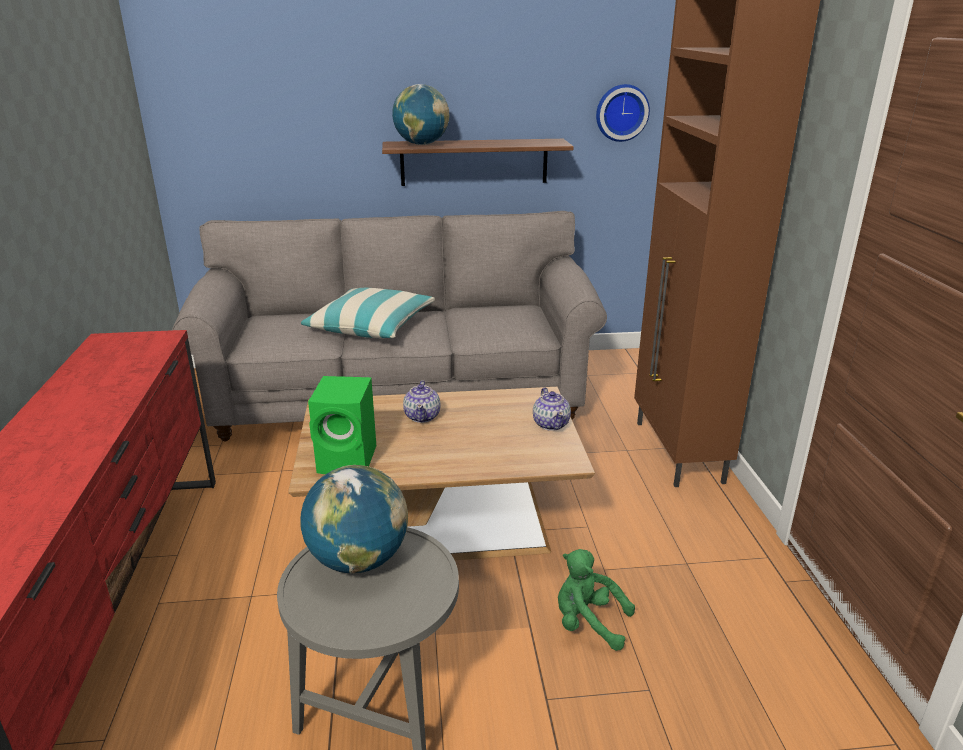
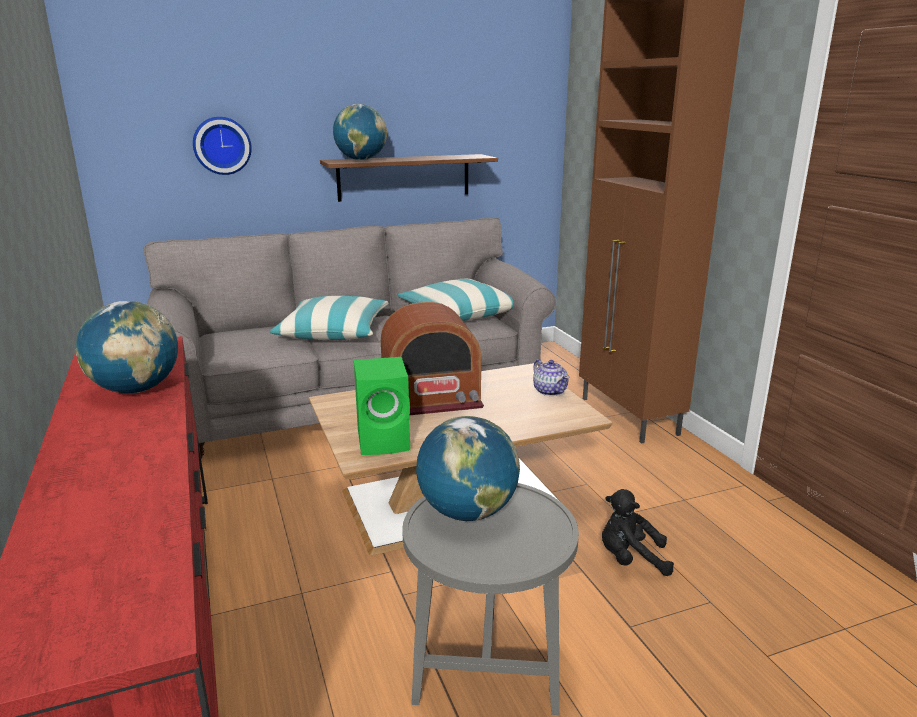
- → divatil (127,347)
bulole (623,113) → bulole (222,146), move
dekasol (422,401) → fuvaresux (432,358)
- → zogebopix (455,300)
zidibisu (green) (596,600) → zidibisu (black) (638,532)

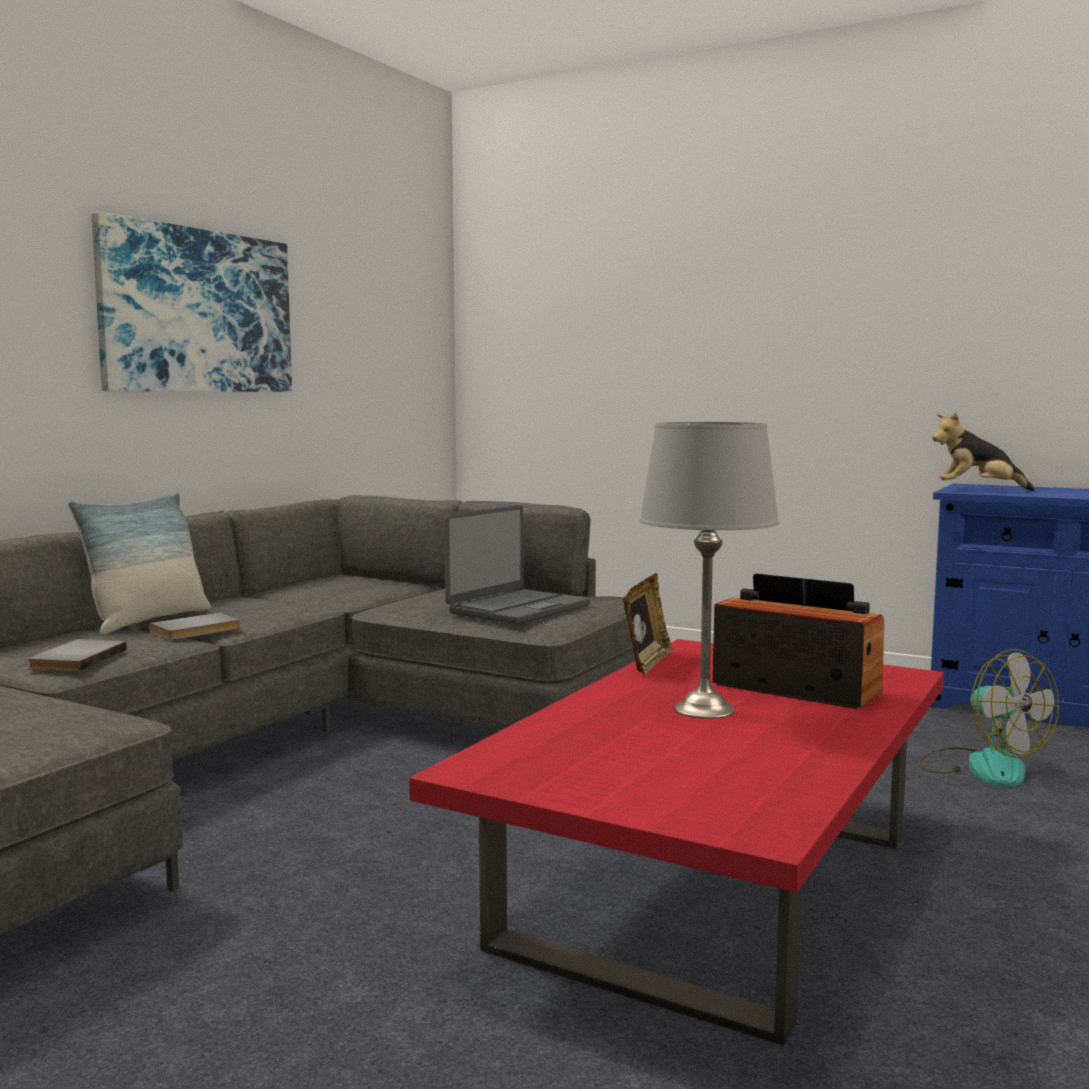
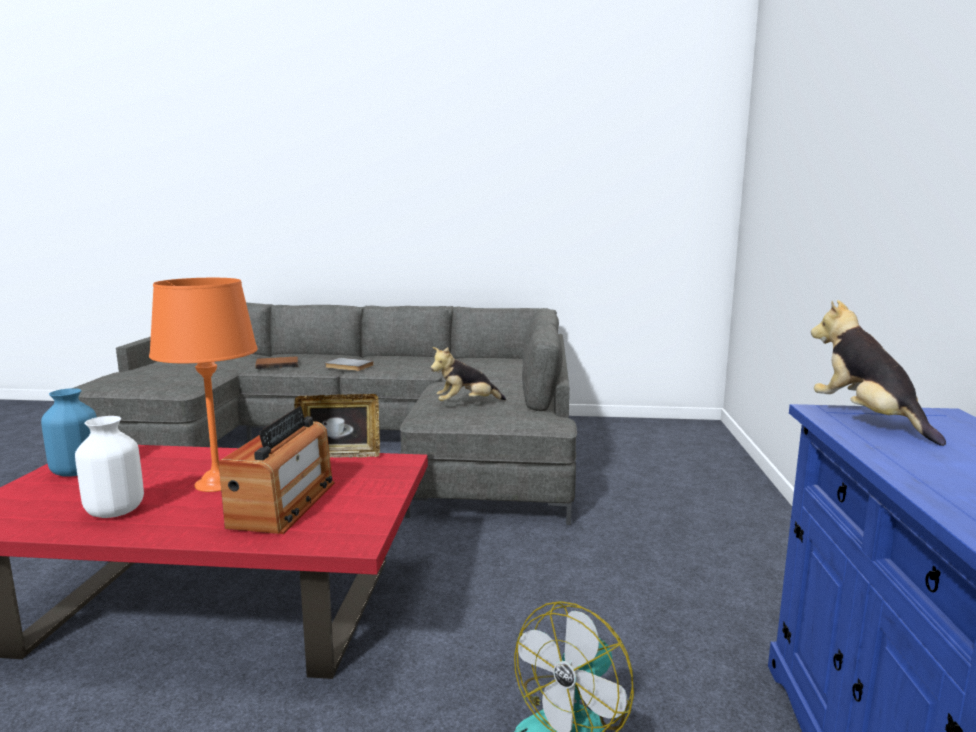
- → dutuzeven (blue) (69,432)
- → dutuzeven (white) (109,467)
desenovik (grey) (709,570) → desenovik (orange) (203,385)
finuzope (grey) (77,655) → finuzope (brown) (276,363)
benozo (517,564) → zidibisu (468,374)
zogebopix (139,564) → -
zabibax (191,302) → -

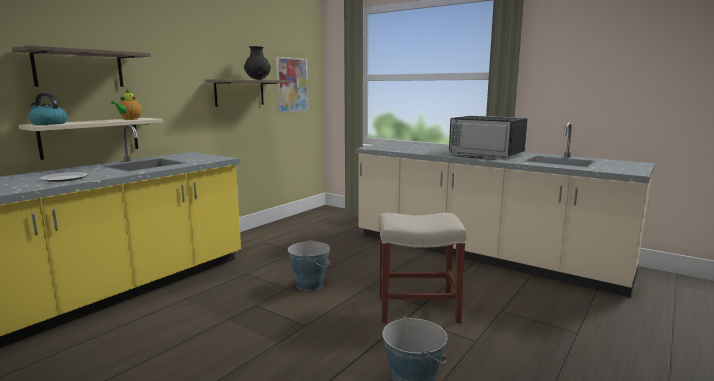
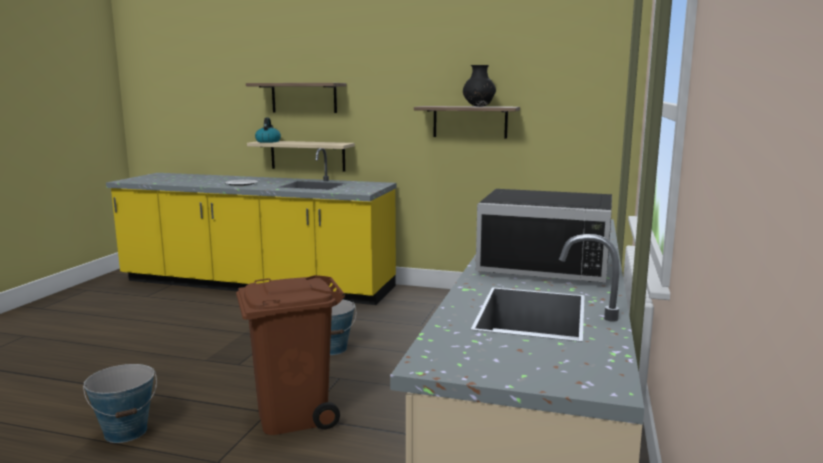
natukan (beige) (422,268) → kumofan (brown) (290,355)
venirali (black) (489,138) → venirali (black) (544,236), 90 degrees clockwise
dekasol (126,104) → -
zabibax (292,85) → -

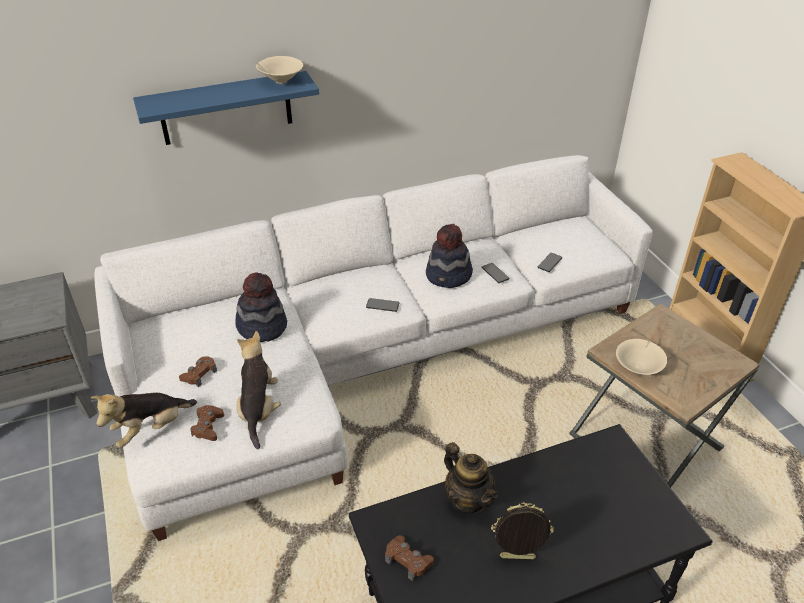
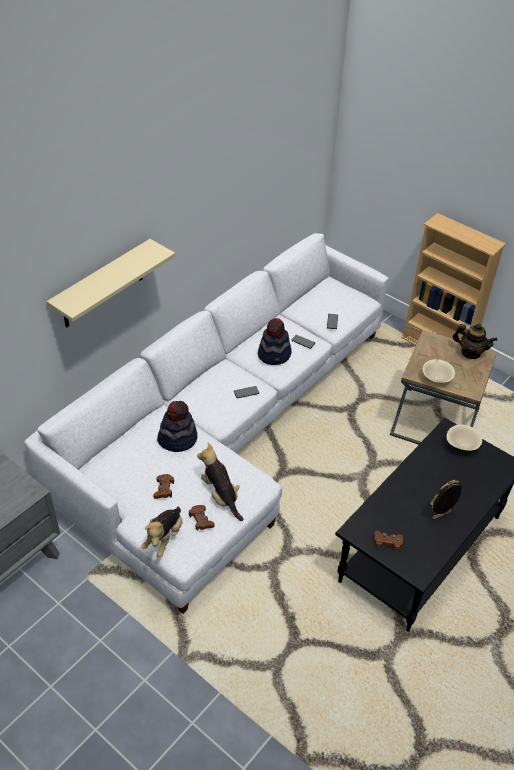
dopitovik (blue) (226,108) → dopitovik (beige) (111,283)
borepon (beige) (279,70) → borepon (beige) (464,438), move
dekasol (471,478) → dekasol (474,341), move

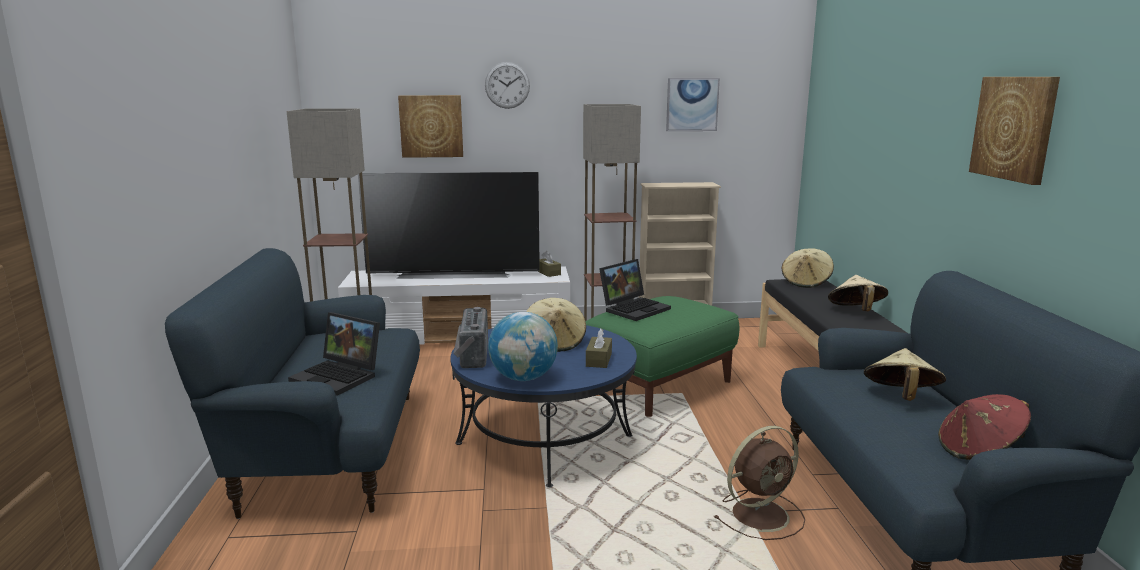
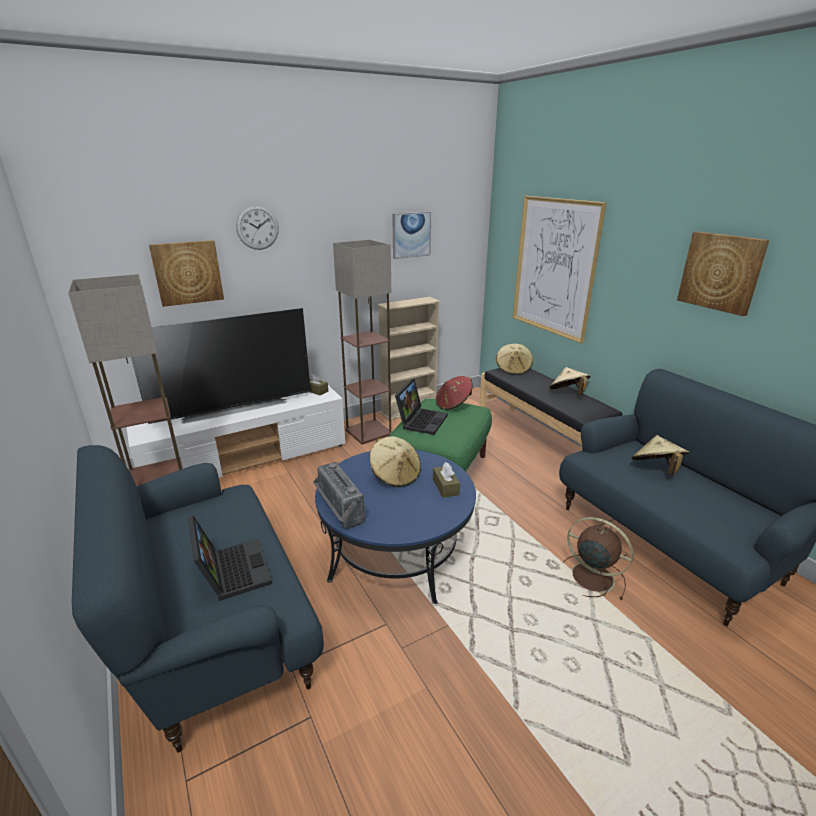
benozo (334,354) → benozo (230,558), 120 degrees counterclockwise
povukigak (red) (984,427) → povukigak (red) (454,393), move
- → zabibax (560,269)
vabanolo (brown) (759,483) → vabanolo (brown) (598,558), 90 degrees counterclockwise
divatil (523,346) → -

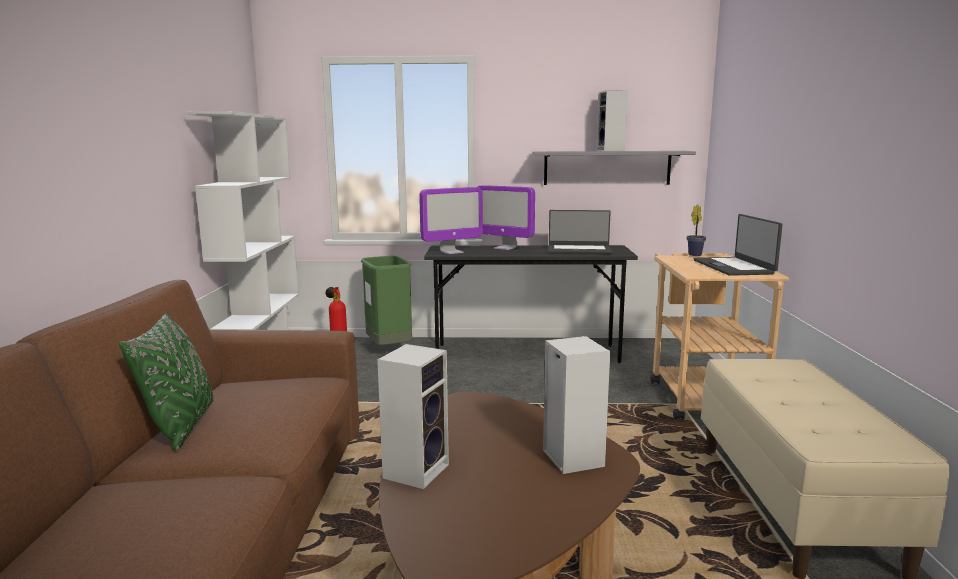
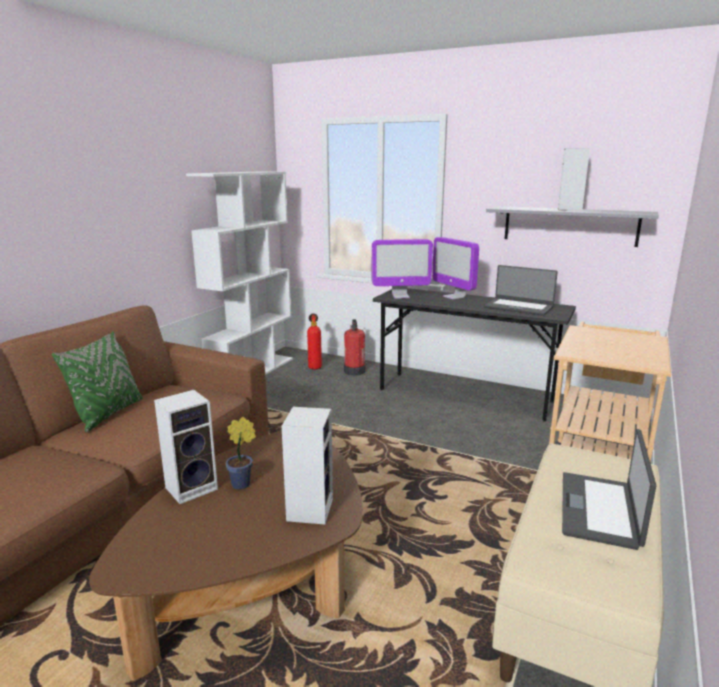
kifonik (696,230) → kifonik (241,453), move
kumofan (green) (386,300) → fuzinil (354,347)
benozo (738,245) → benozo (609,489), move

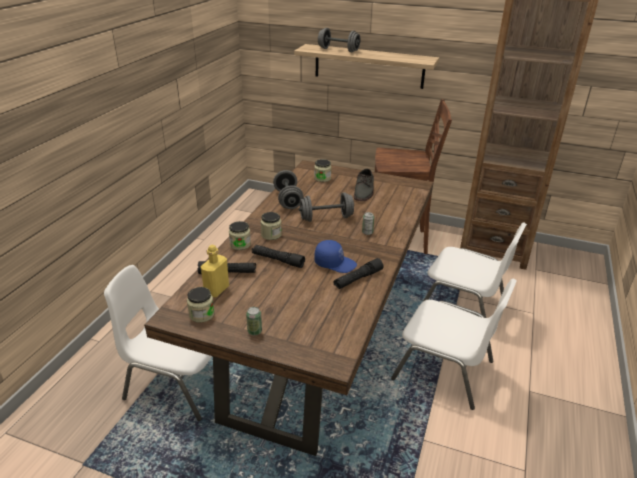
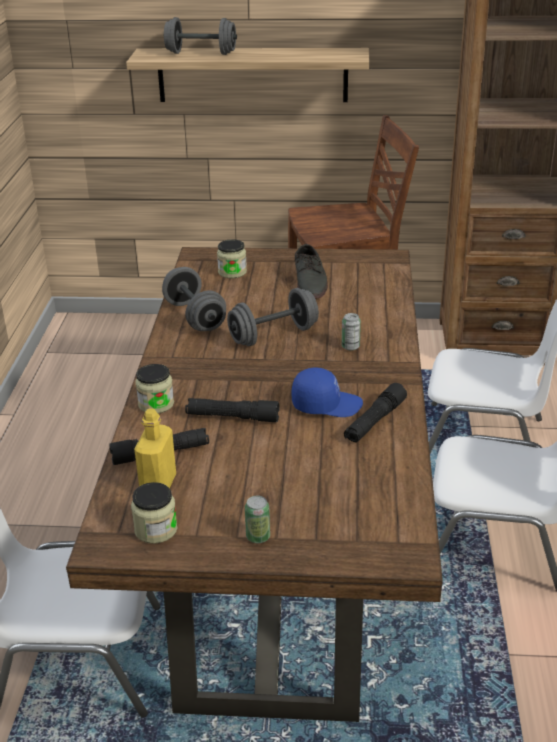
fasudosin (271,226) → -

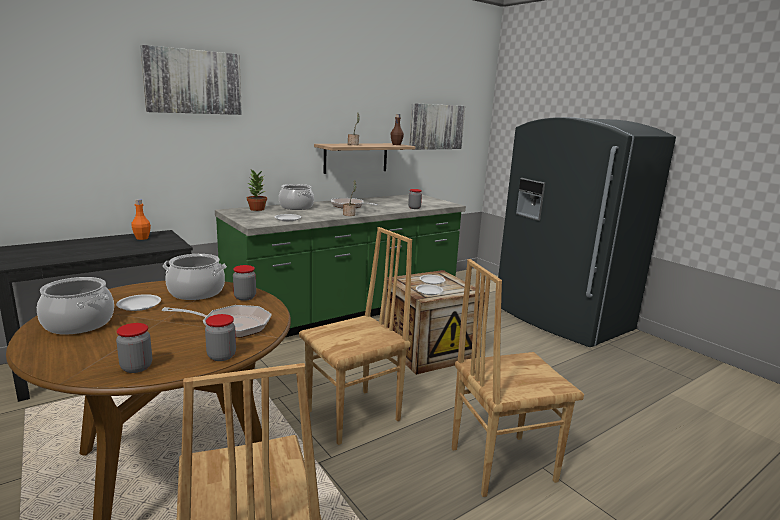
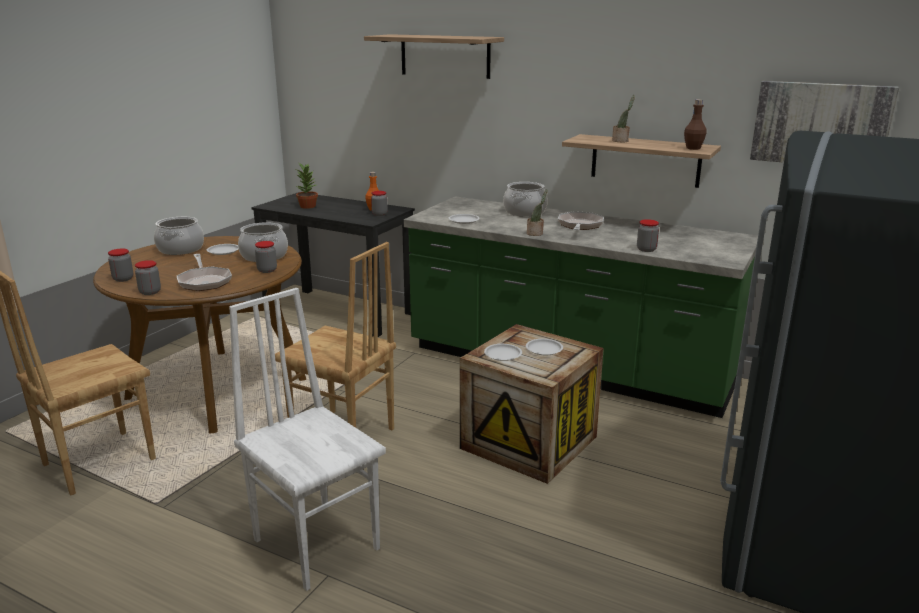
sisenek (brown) (518,378) → sisenek (white) (307,439)
kifonik (257,190) → kifonik (307,186), move
zabibax (191,80) → dopitovik (434,56)
- → fasudosin (379,203)

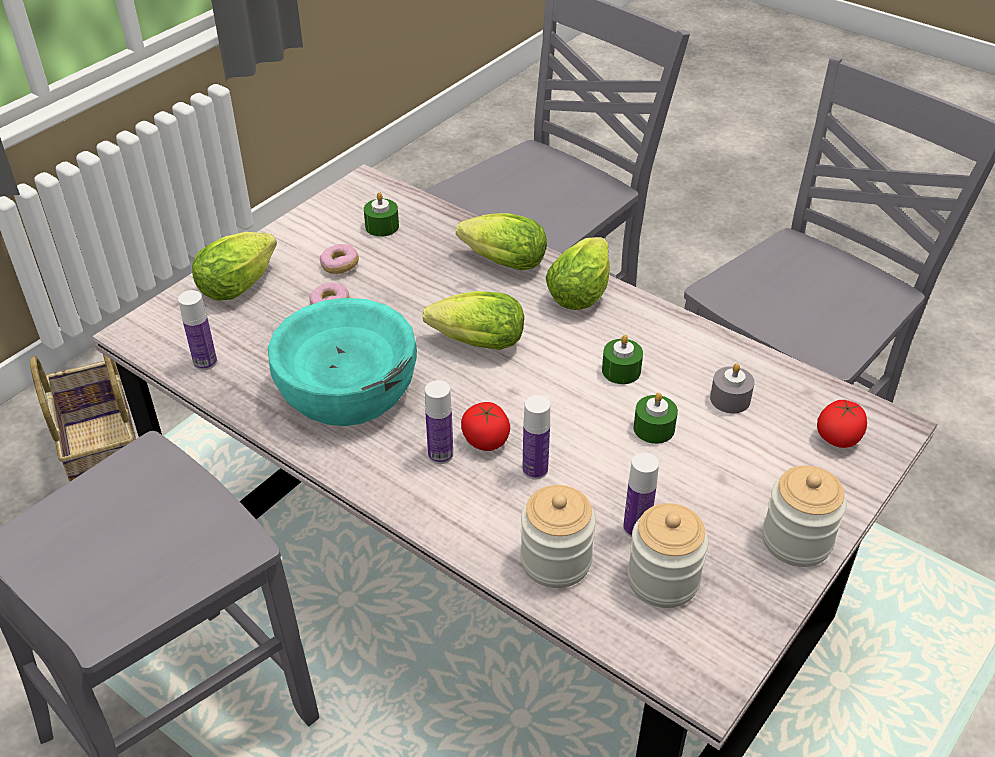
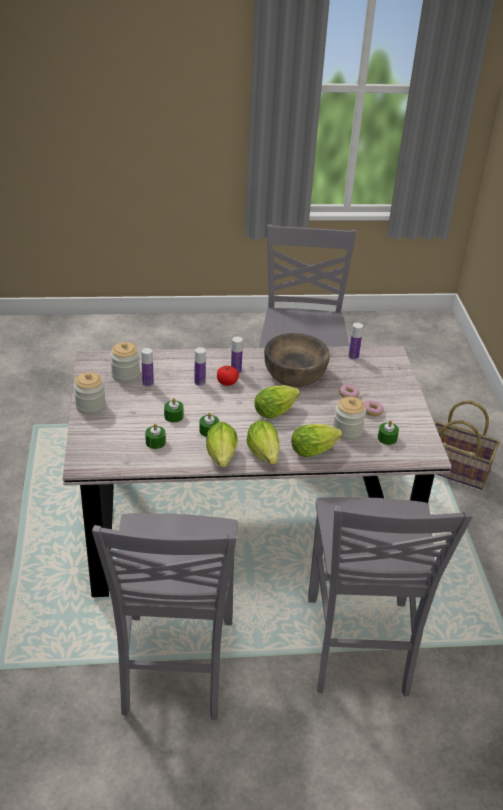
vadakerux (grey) (732,388) → vadakerux (green) (155,436)
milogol (234,266) → milogol (222,444), move
borepon (turquoise) (342,362) → borepon (brown) (297,360)
fasudosin (558,536) → fasudosin (349,418), move
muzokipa (842,424) → -

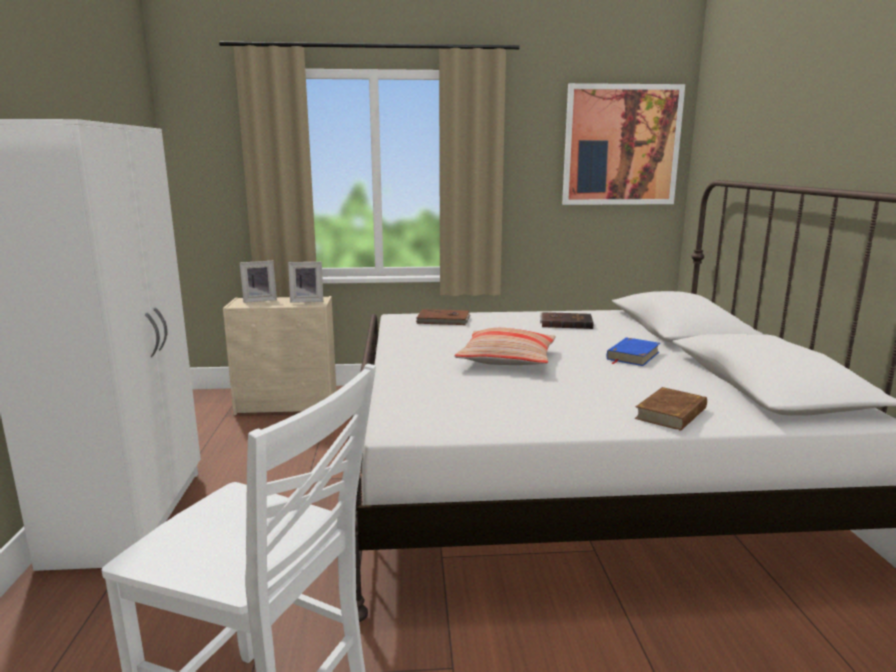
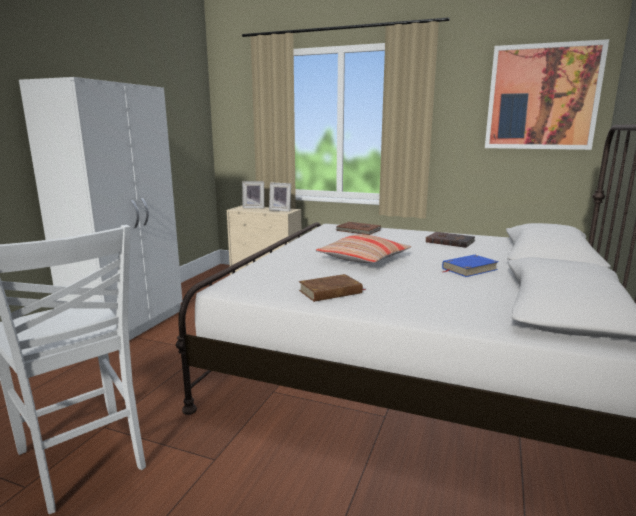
finuzope (brown) (671,409) → finuzope (brown) (332,288), move

